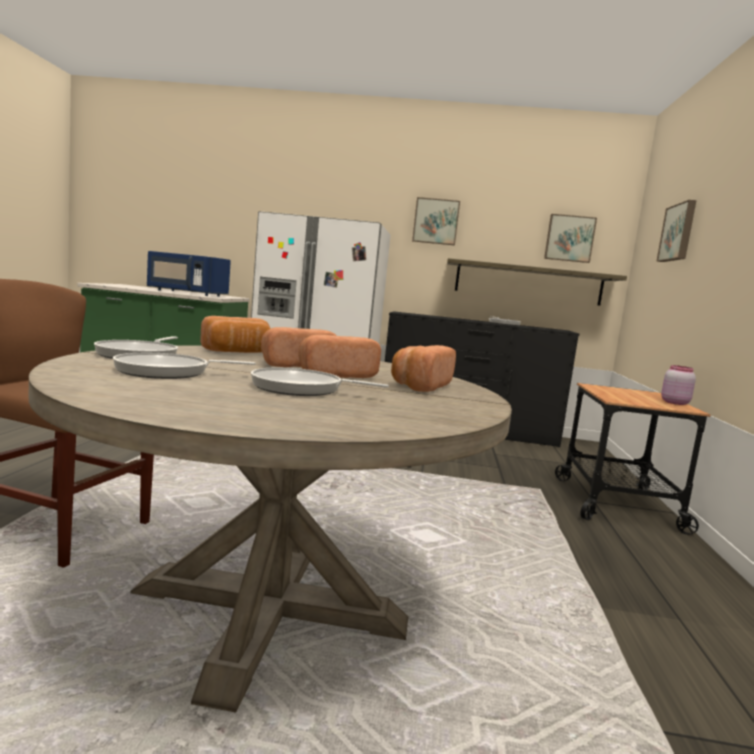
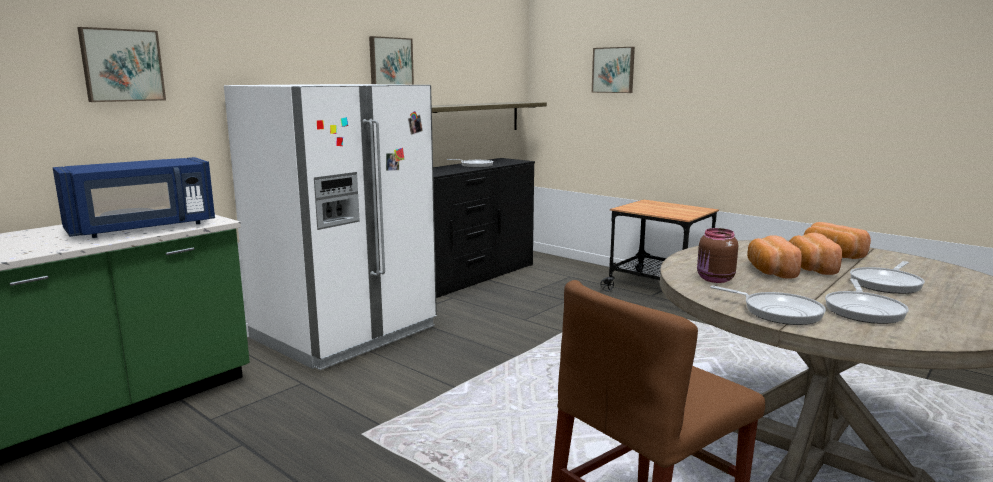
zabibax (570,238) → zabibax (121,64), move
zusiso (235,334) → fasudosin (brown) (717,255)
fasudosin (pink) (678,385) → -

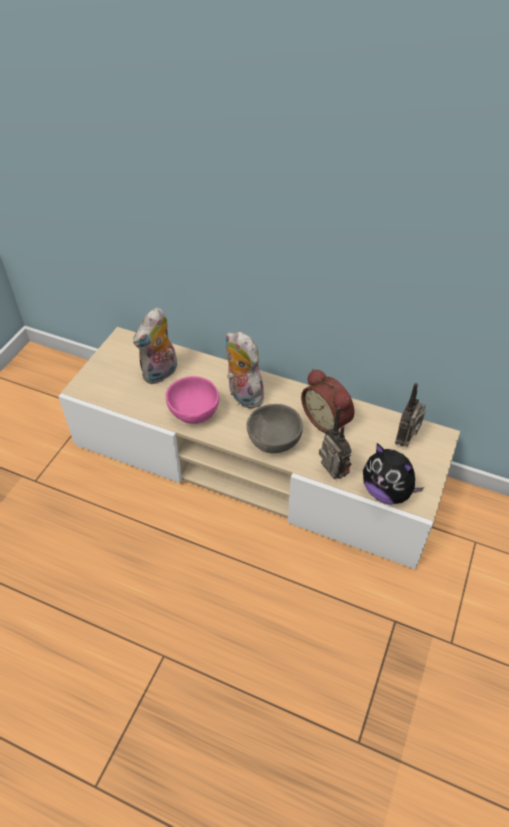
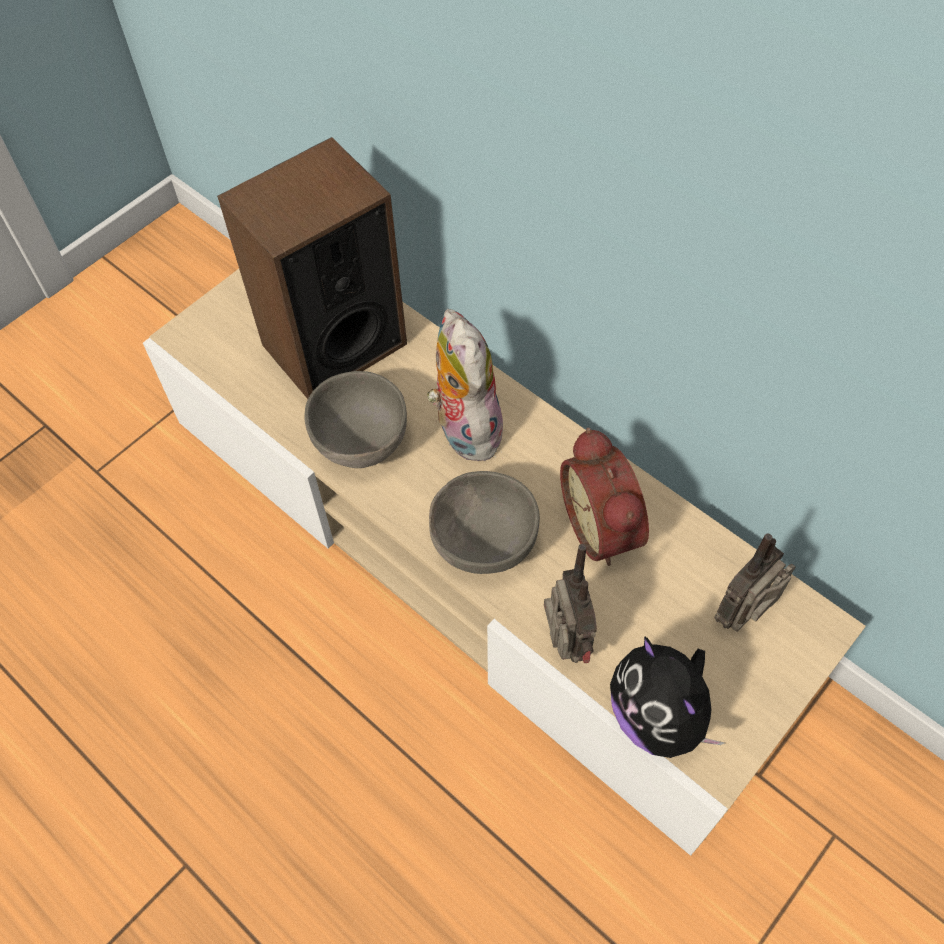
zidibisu (155,345) → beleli (312,268)
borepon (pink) (192,400) → borepon (grey) (356,419)

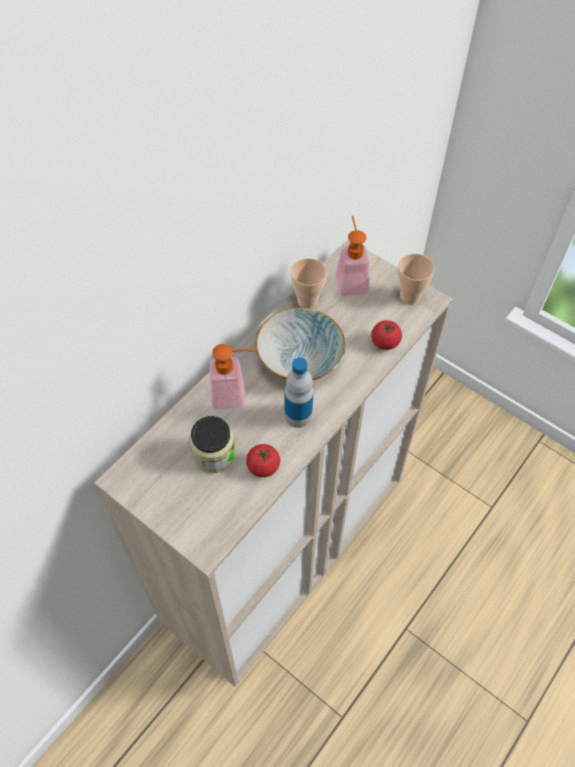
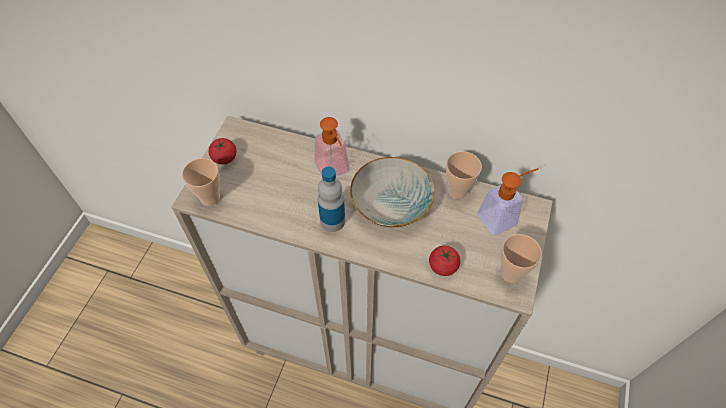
- → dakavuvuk (201,182)
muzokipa (263,460) → muzokipa (223,151), move
fasudosin (212,444) → -

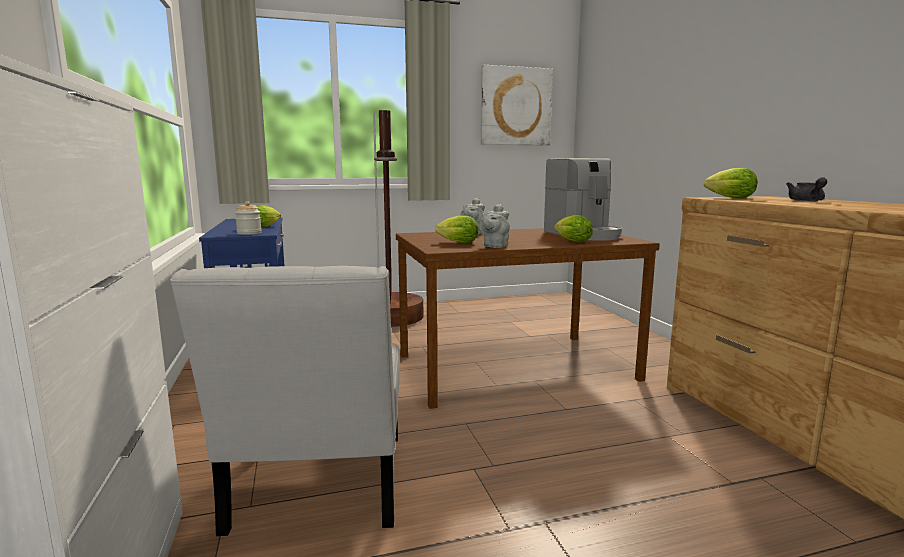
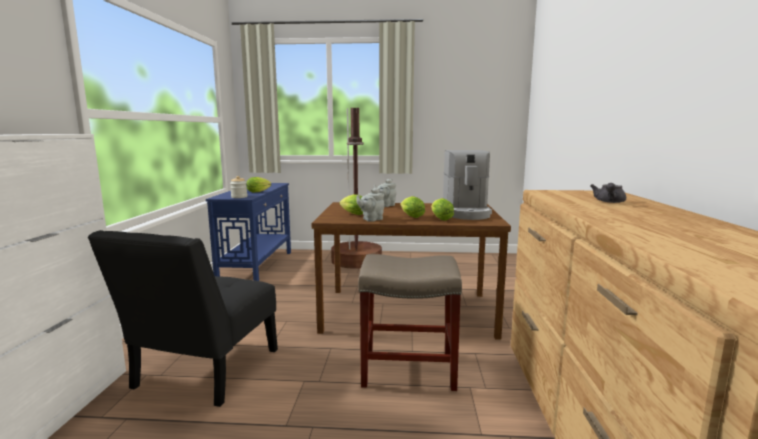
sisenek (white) (285,401) → sisenek (black) (183,318)
- → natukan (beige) (410,322)
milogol (731,183) → milogol (412,207), move
zabibax (516,105) → -

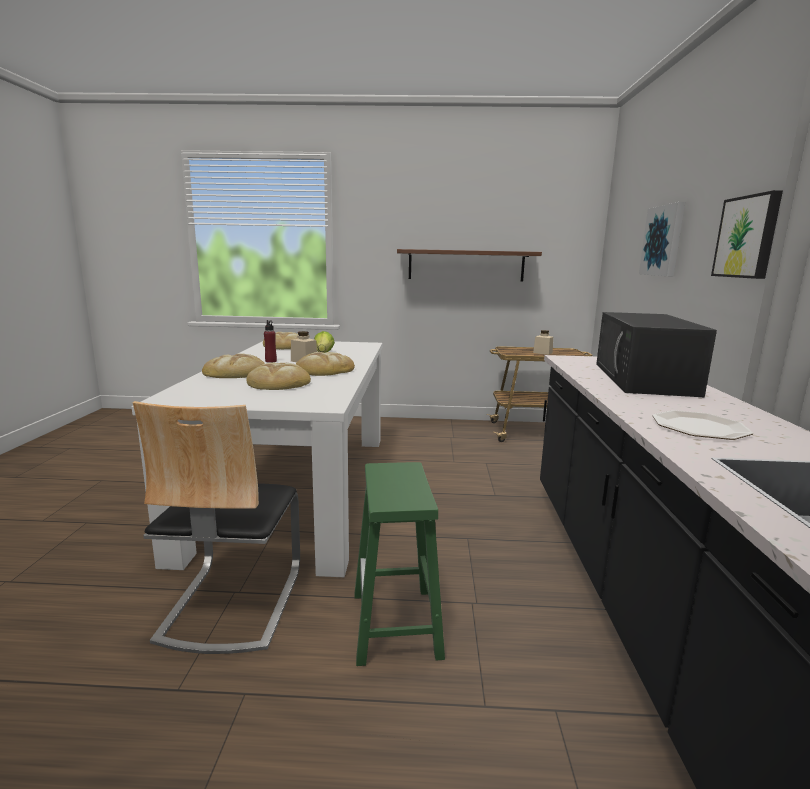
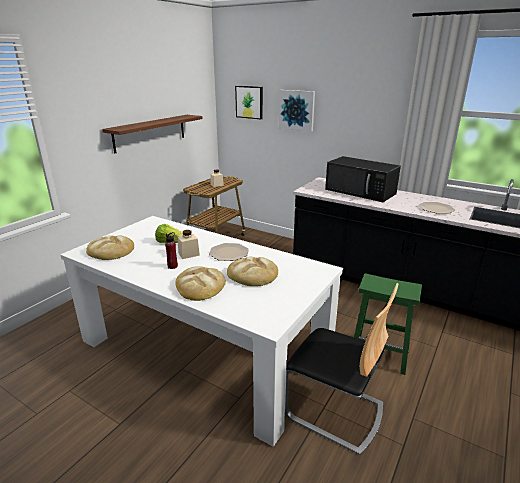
zusiso (325,364) → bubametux (229,252)
zabibax (747,234) → zabibax (249,102), move

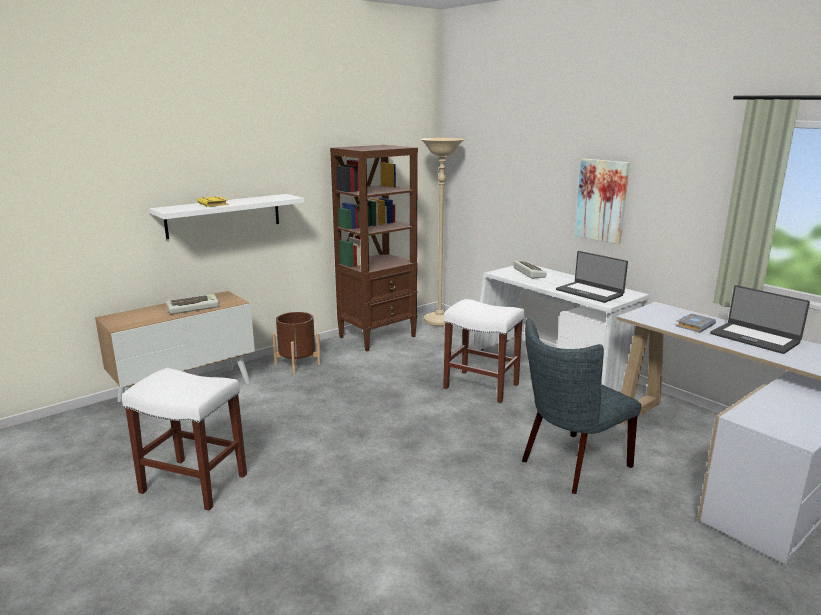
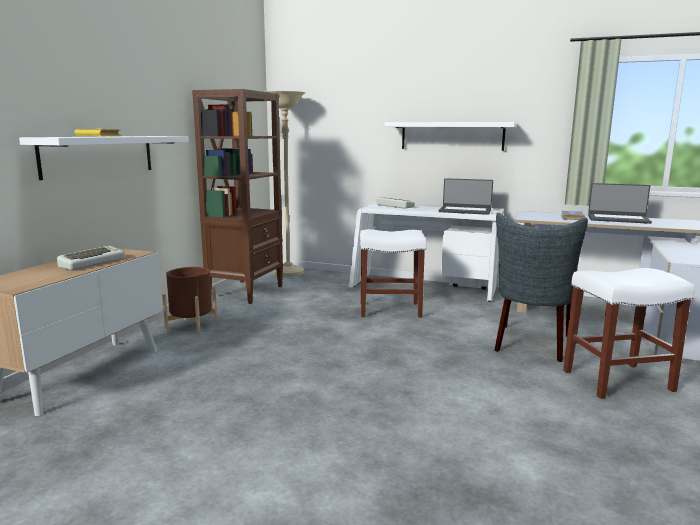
zabibax (602,201) → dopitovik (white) (451,136)
natukan (white) (184,439) → natukan (white) (629,333), move

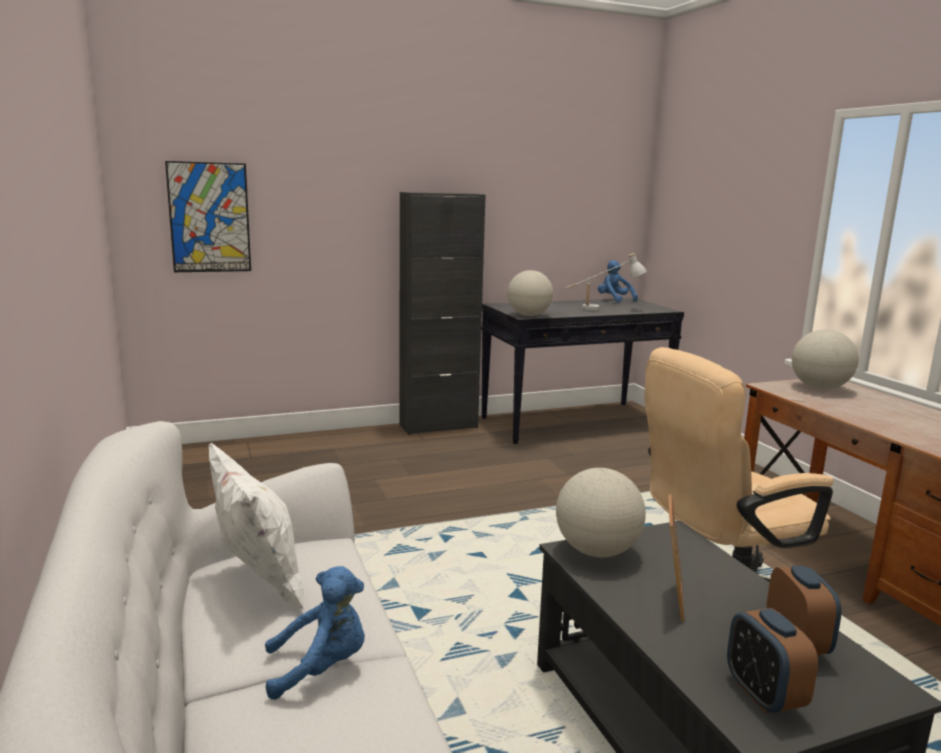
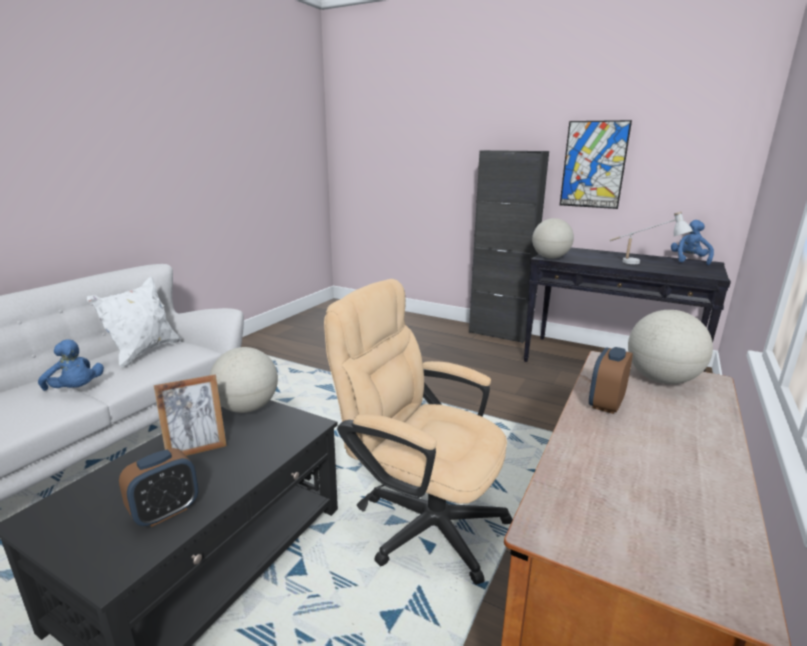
zabibax (208,216) → zabibax (596,164), move
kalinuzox (772,661) → kalinuzox (611,380), move

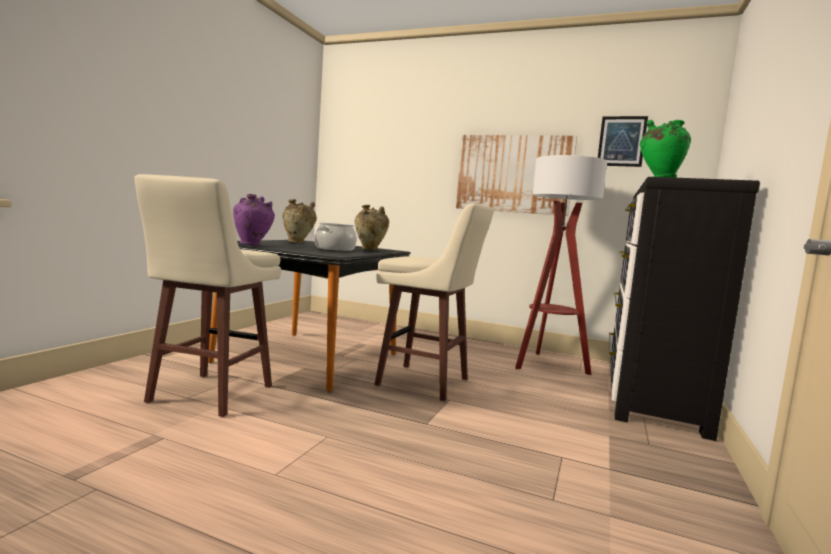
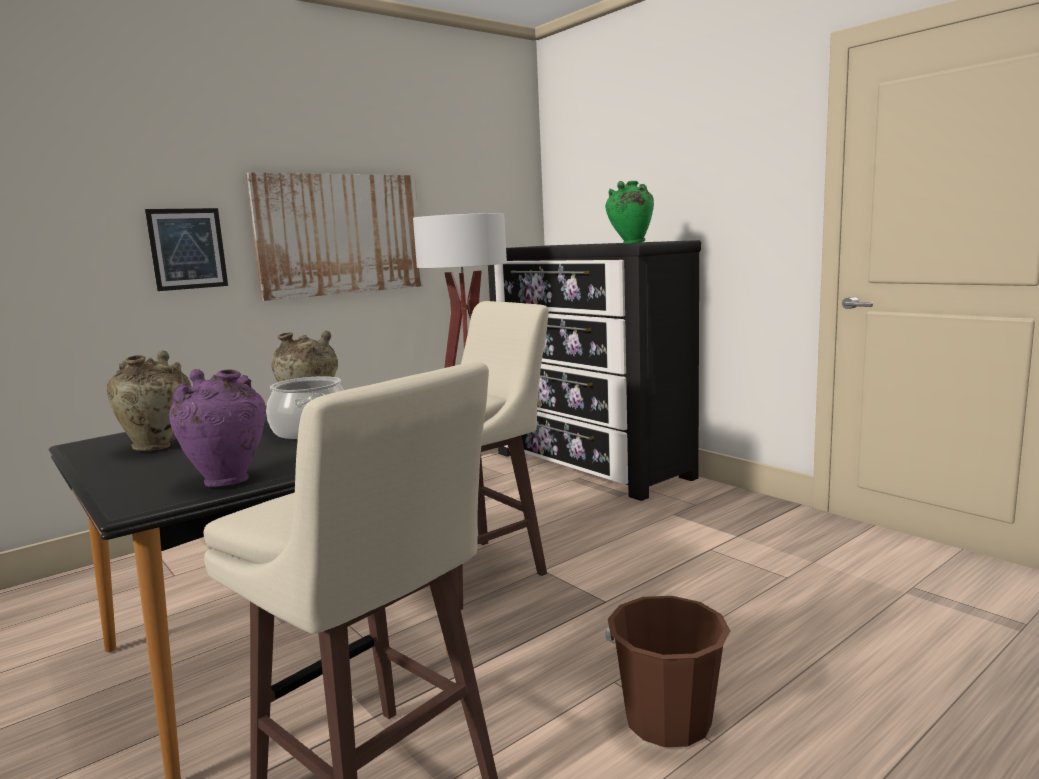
zabibax (623,141) → zabibax (186,249), move
- → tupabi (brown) (667,671)

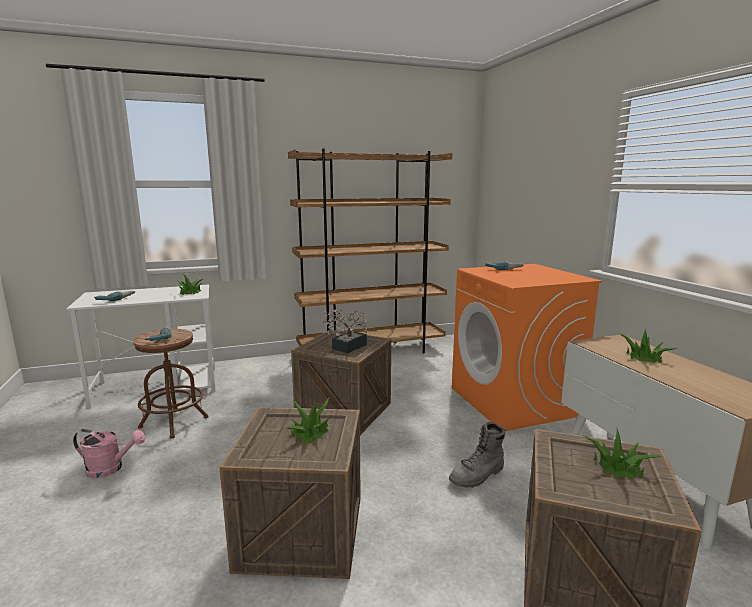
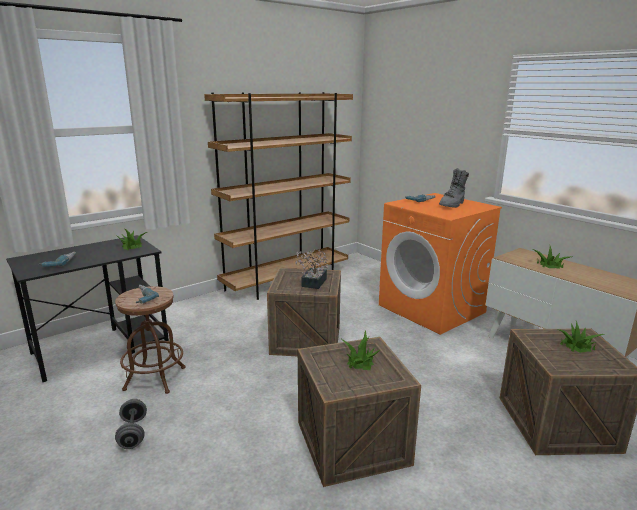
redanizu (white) (140,347) → redanizu (black) (87,308)
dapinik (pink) (109,453) → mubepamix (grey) (131,424)
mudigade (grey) (477,455) → mudigade (grey) (454,188), move

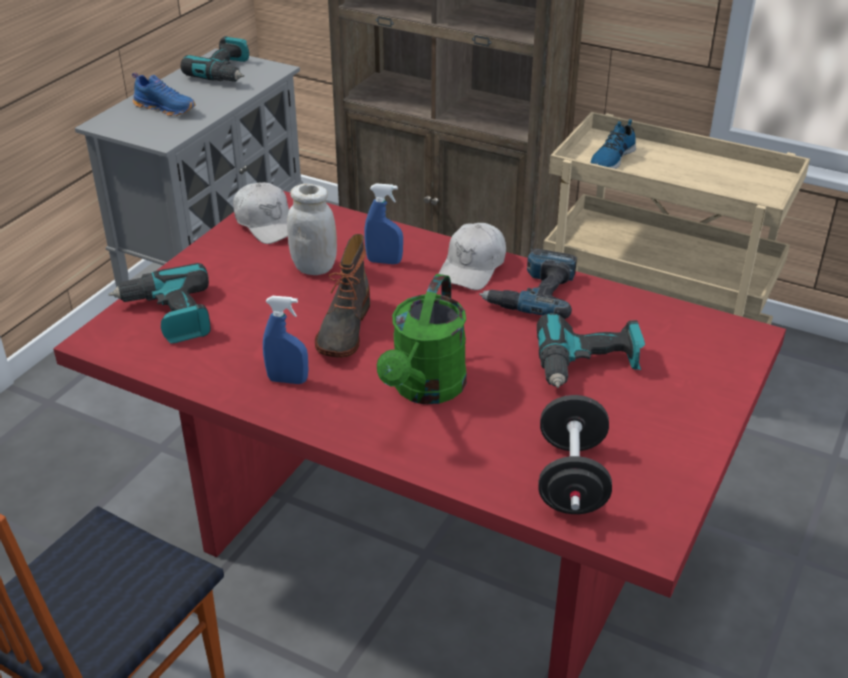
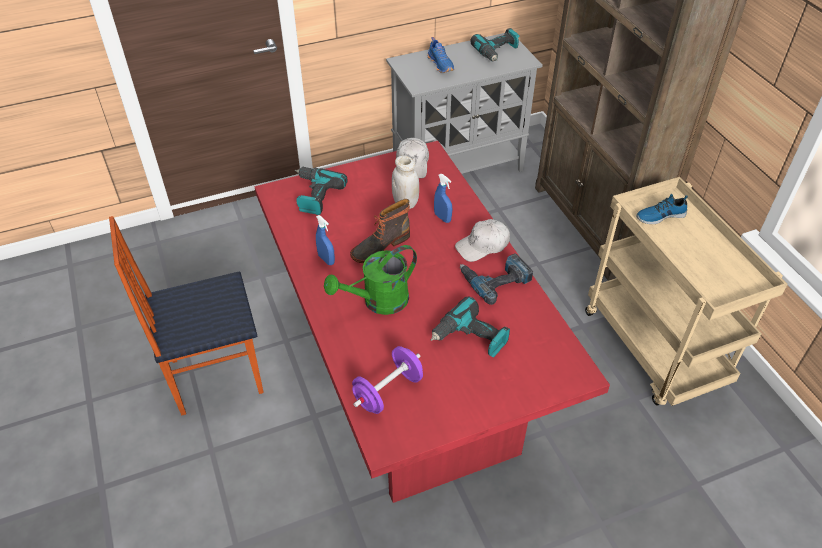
mubepamix (black) (575,454) → mubepamix (purple) (387,380)

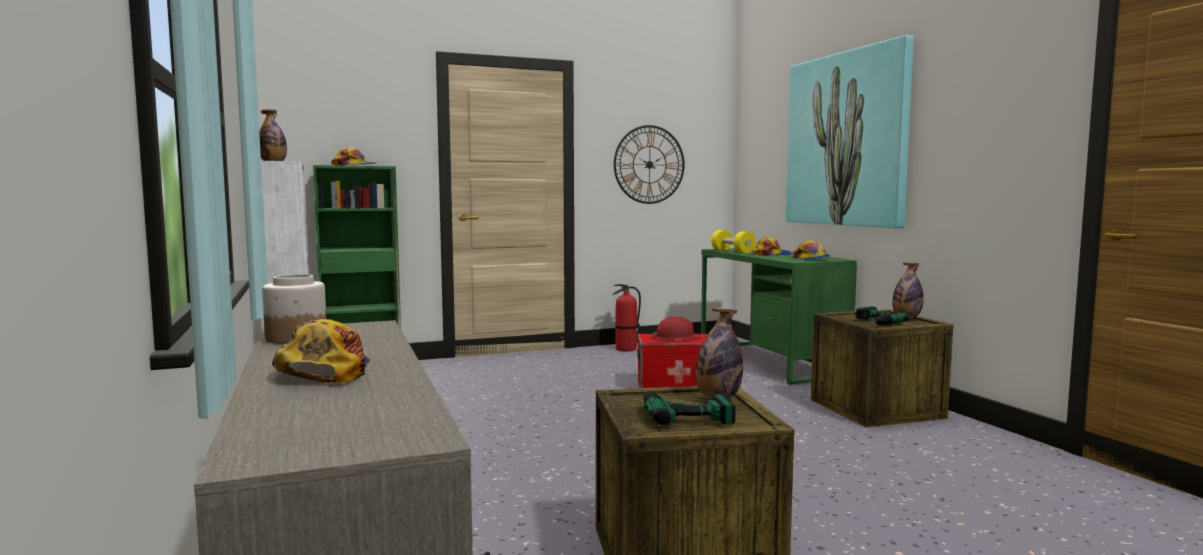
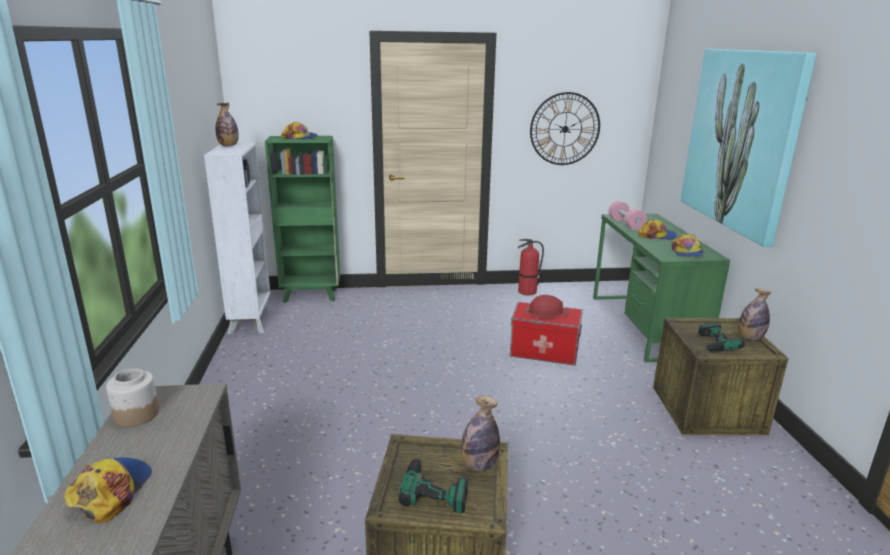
mubepamix (yellow) (733,241) → mubepamix (pink) (628,215)

